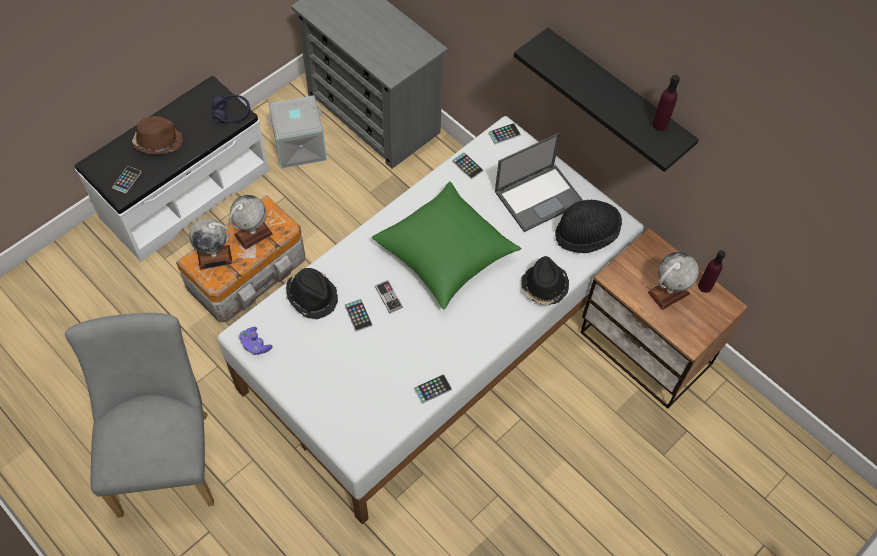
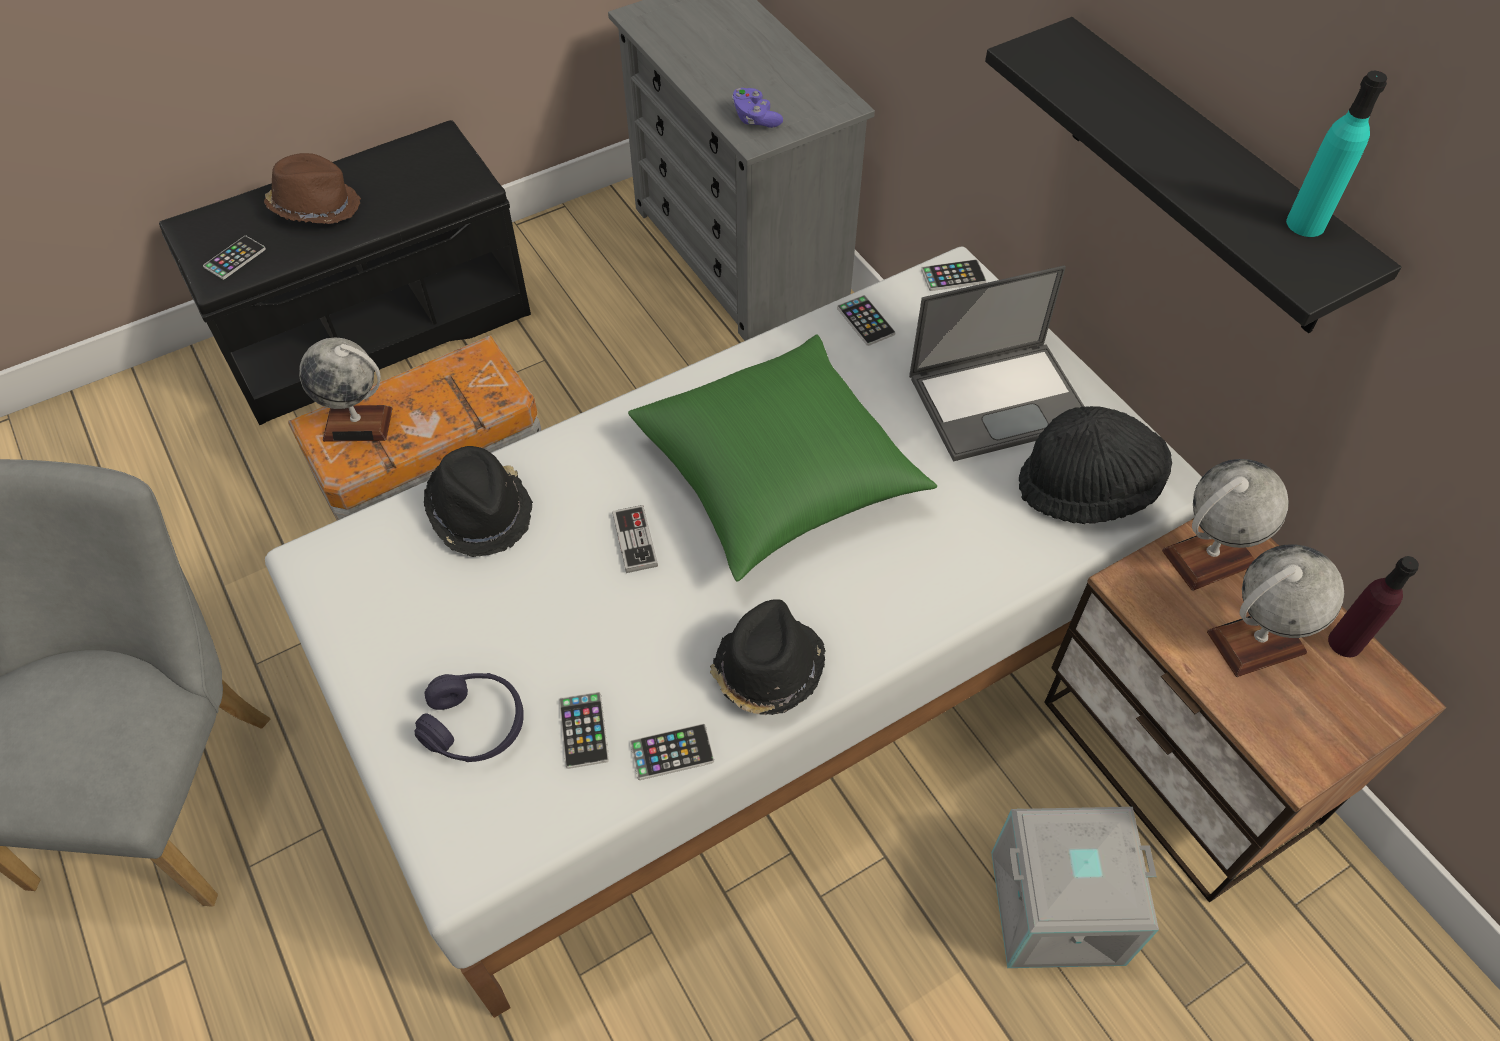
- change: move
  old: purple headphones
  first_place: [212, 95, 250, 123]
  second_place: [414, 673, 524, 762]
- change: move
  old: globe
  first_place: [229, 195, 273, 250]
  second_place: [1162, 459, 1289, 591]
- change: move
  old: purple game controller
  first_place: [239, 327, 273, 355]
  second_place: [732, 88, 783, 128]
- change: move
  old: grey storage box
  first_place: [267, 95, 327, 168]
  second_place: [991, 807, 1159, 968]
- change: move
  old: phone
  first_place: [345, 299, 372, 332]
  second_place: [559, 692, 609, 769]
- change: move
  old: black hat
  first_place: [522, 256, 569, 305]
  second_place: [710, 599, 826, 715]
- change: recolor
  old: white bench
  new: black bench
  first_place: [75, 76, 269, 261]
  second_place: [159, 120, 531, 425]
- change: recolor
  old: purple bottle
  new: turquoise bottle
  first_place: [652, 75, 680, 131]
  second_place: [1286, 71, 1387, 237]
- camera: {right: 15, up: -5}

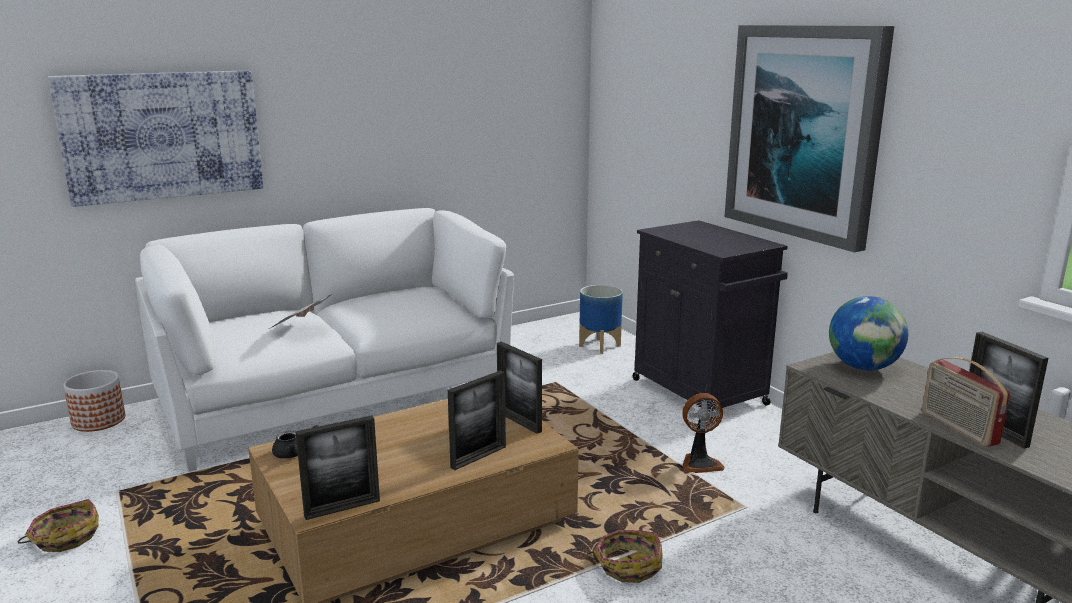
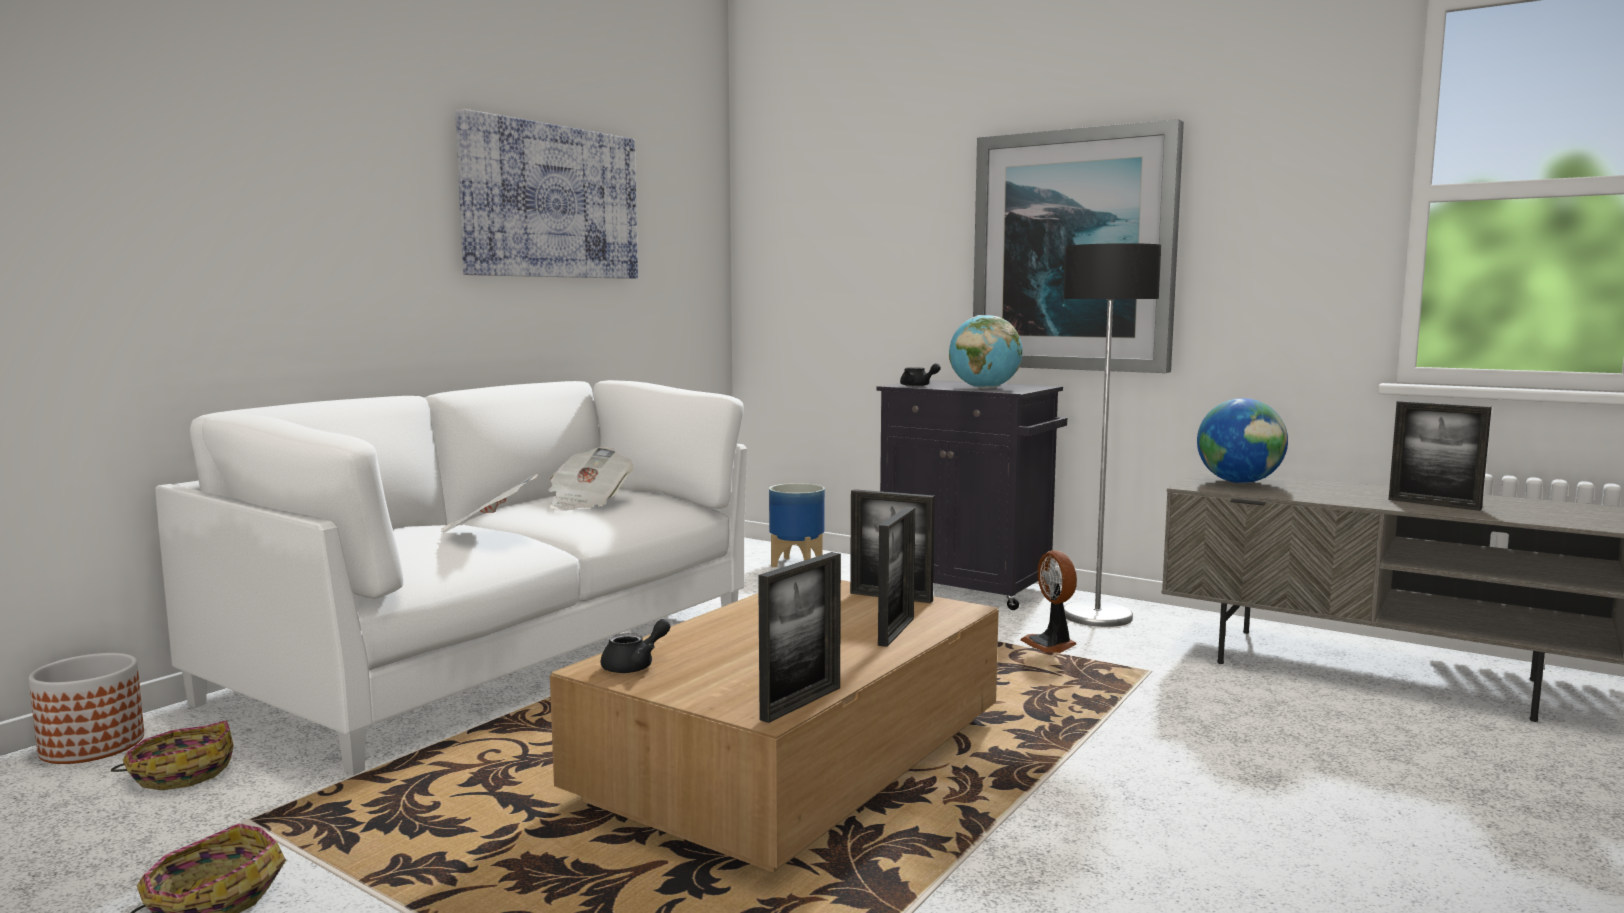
- change: delete
  old: radio
  first_place: [922, 357, 1010, 447]
- change: insert
  new: newspaper
  second_place: [548, 447, 634, 511]
- change: insert
  new: black teapot
  second_place: [900, 363, 941, 386]
- change: insert
  new: globe
  second_place: [949, 315, 1023, 389]
- change: insert
  new: floor lamp
  second_place: [1063, 243, 1161, 627]
- change: move
  old: picture
  first_place: [48, 70, 264, 207]
  second_place: [455, 109, 638, 279]
- change: move
  old: basket
  first_place: [586, 530, 663, 583]
  second_place: [111, 721, 234, 790]
- change: rotate
  old: fan
  first_place: [682, 393, 725, 473]
  second_place: [1020, 550, 1077, 653]
  degrees: 105
- camera: {right: -25, up: -10}

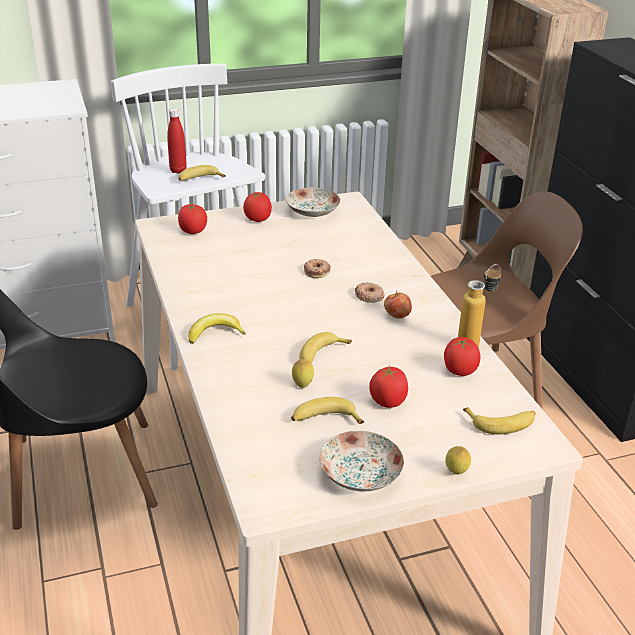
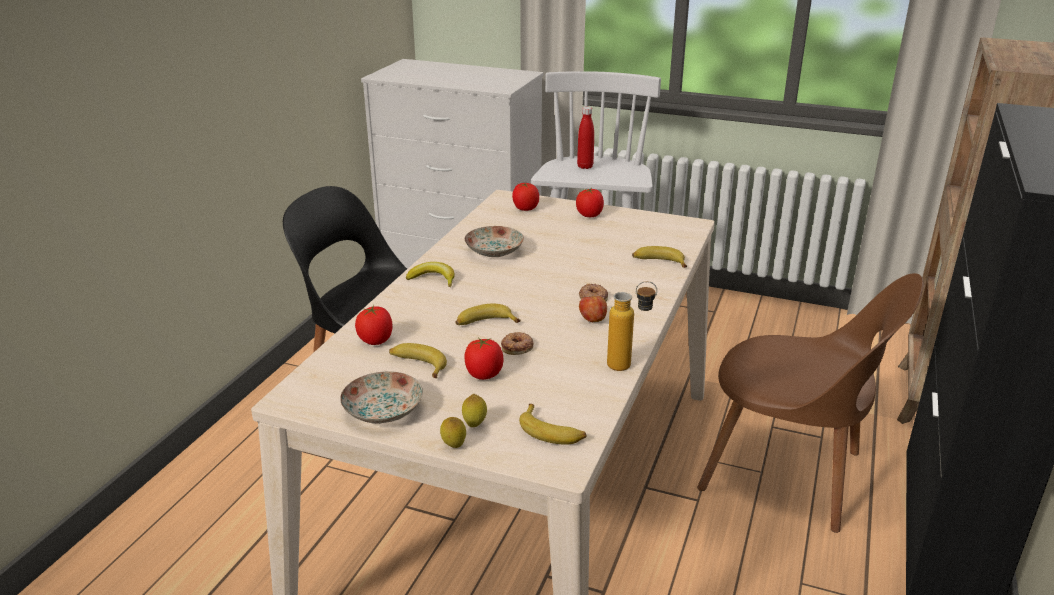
- change: move
  old: banana
  first_place: [178, 165, 226, 181]
  second_place: [632, 246, 687, 268]
- change: move
  old: plate
  first_place: [286, 188, 341, 217]
  second_place: [465, 226, 524, 257]
- change: move
  old: lemon
  first_place: [292, 359, 314, 388]
  second_place: [462, 394, 487, 427]
- change: move
  old: donut
  first_place: [304, 259, 331, 278]
  second_place: [501, 332, 534, 355]
- change: move
  old: tomato
  first_place: [444, 337, 480, 376]
  second_place: [355, 305, 393, 345]
- camera: {right: 40, up: -5}

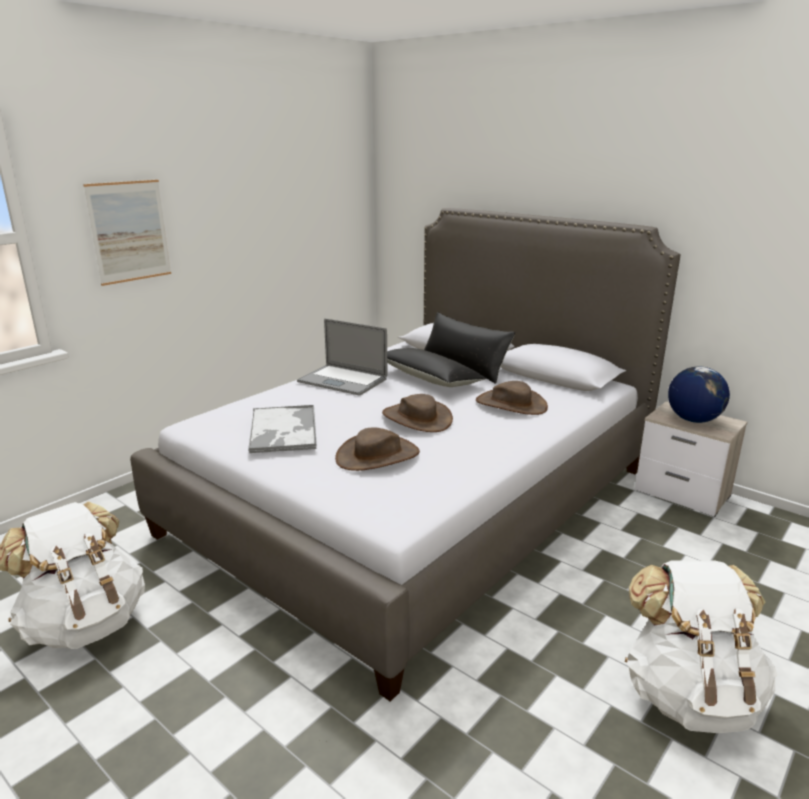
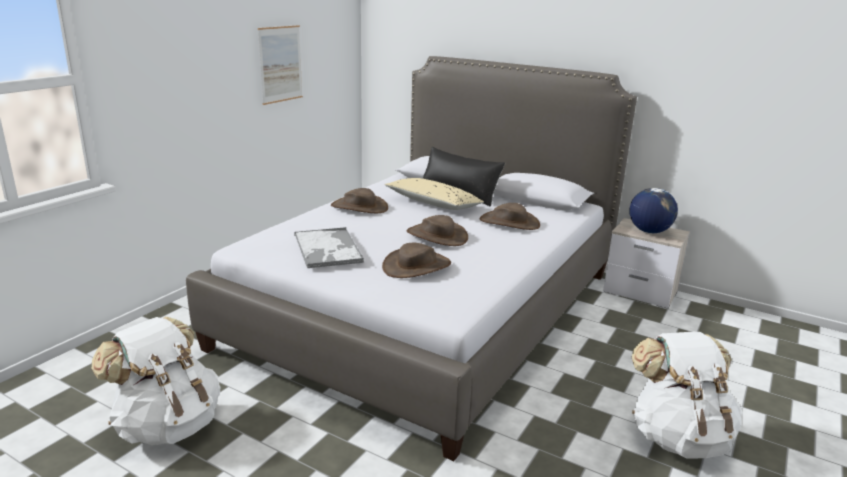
- change: move
  old: picture
  first_place: [83, 180, 171, 286]
  second_place: [258, 25, 303, 105]
- change: replace
  old: laptop
  new: brown hat
  first_place: [297, 318, 388, 396]
  second_place: [331, 188, 388, 213]
- change: recolor
  old: black pillow
  new: beige pillow
  first_place: [387, 348, 487, 387]
  second_place: [385, 178, 484, 210]
- camera: {right: -10, up: 0}

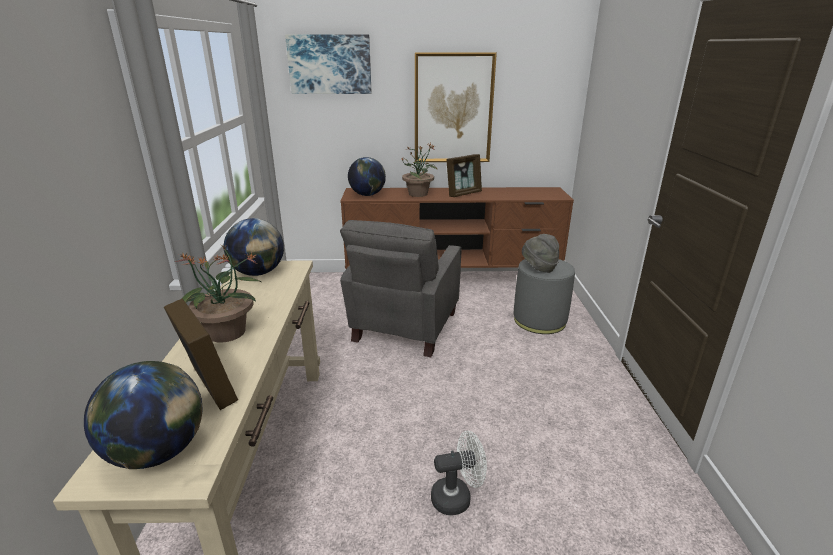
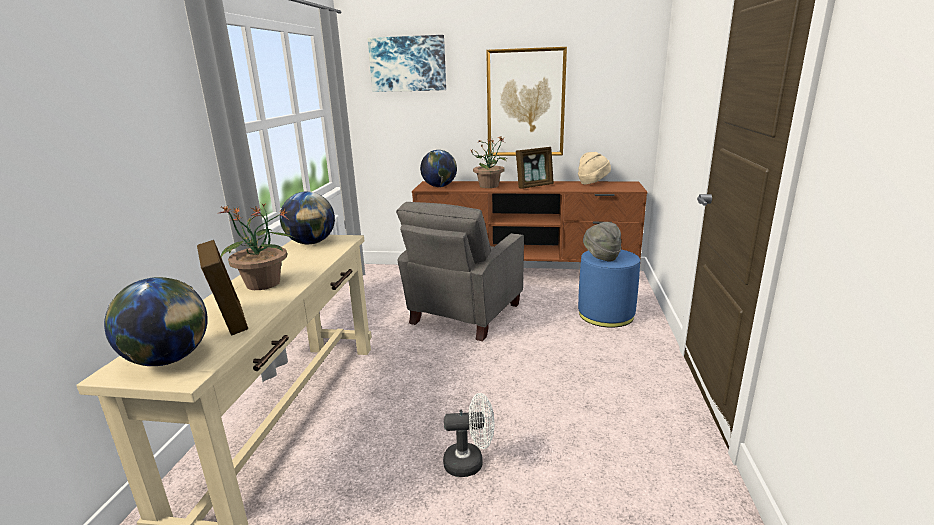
- change: insert
  new: beige hat
  second_place: [578, 152, 611, 184]
- change: recolor
  old: grey ottoman
  new: blue ottoman
  first_place: [514, 259, 575, 334]
  second_place: [578, 250, 640, 328]
- camera: {right: 10, up: -5}

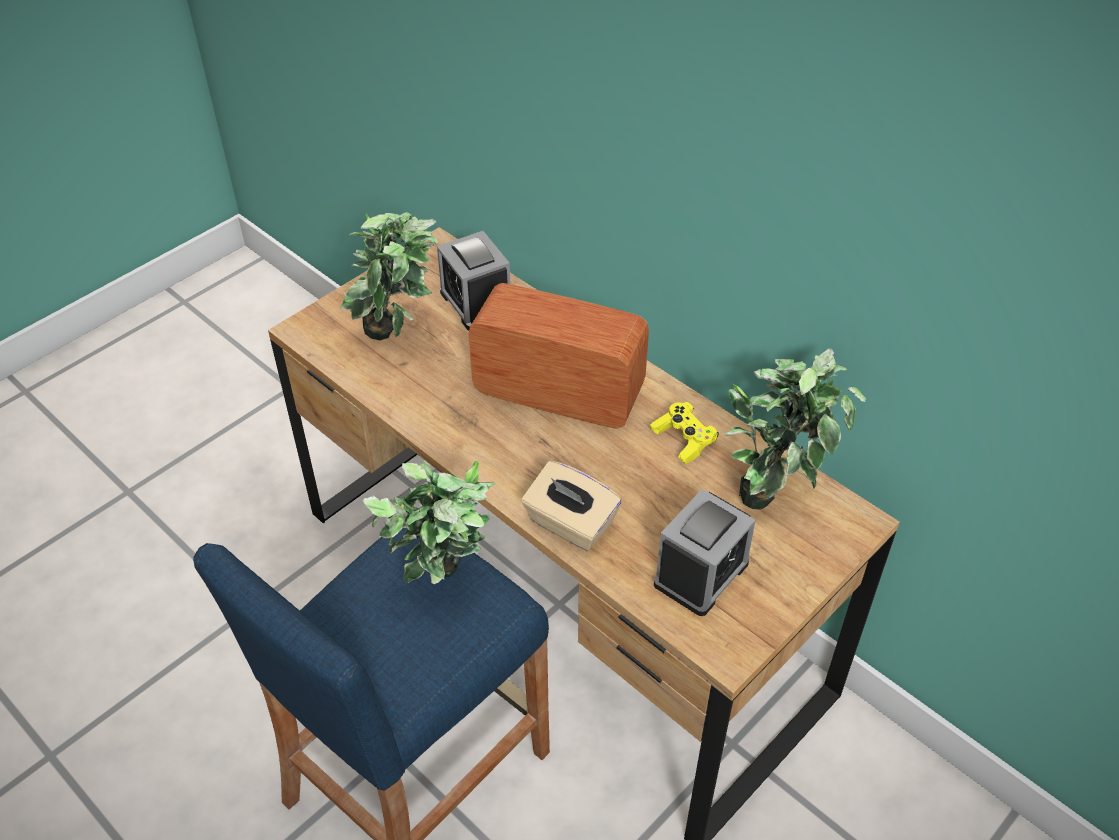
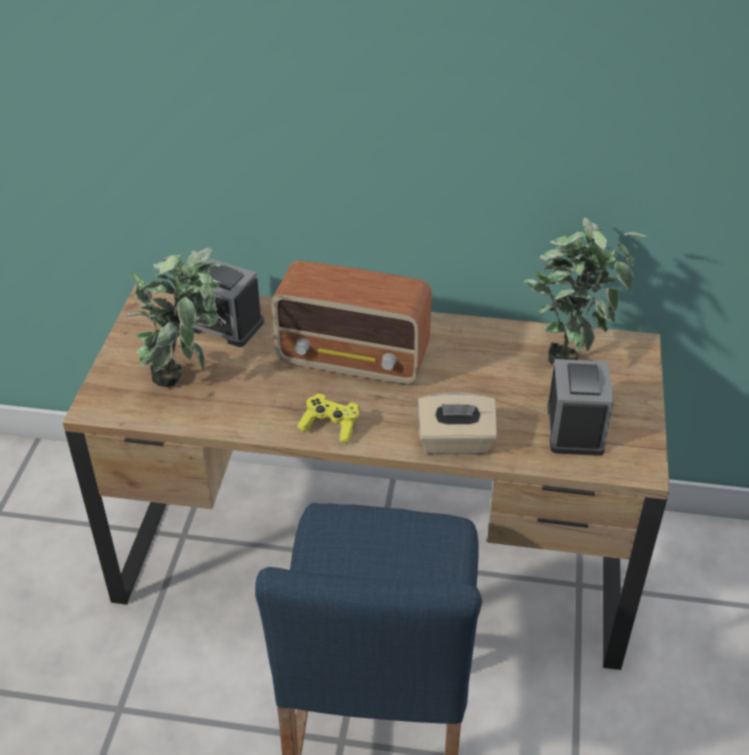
- change: delete
  old: potted plant
  first_place: [362, 460, 495, 584]
- change: move
  old: yellow game controller
  first_place: [650, 402, 719, 464]
  second_place: [297, 393, 359, 444]
- change: rotate
  old: radio
  first_place: [469, 283, 649, 428]
  second_place: [271, 260, 432, 385]
  degrees: -150
- camera: {right: -35, up: -5}

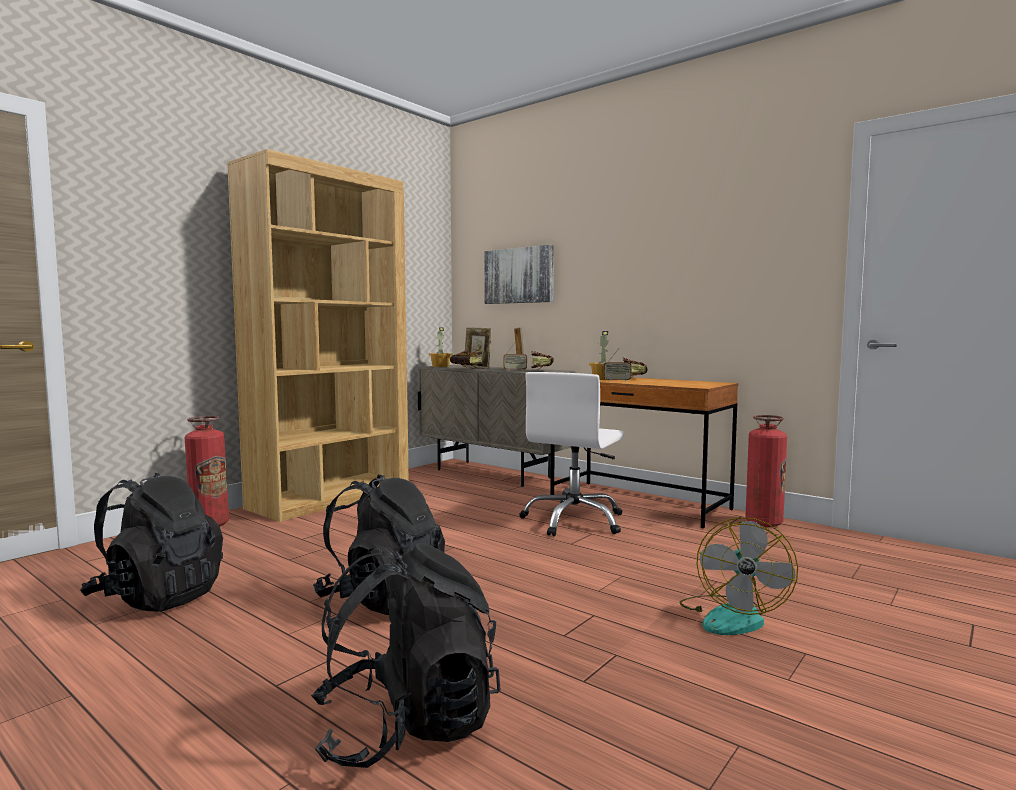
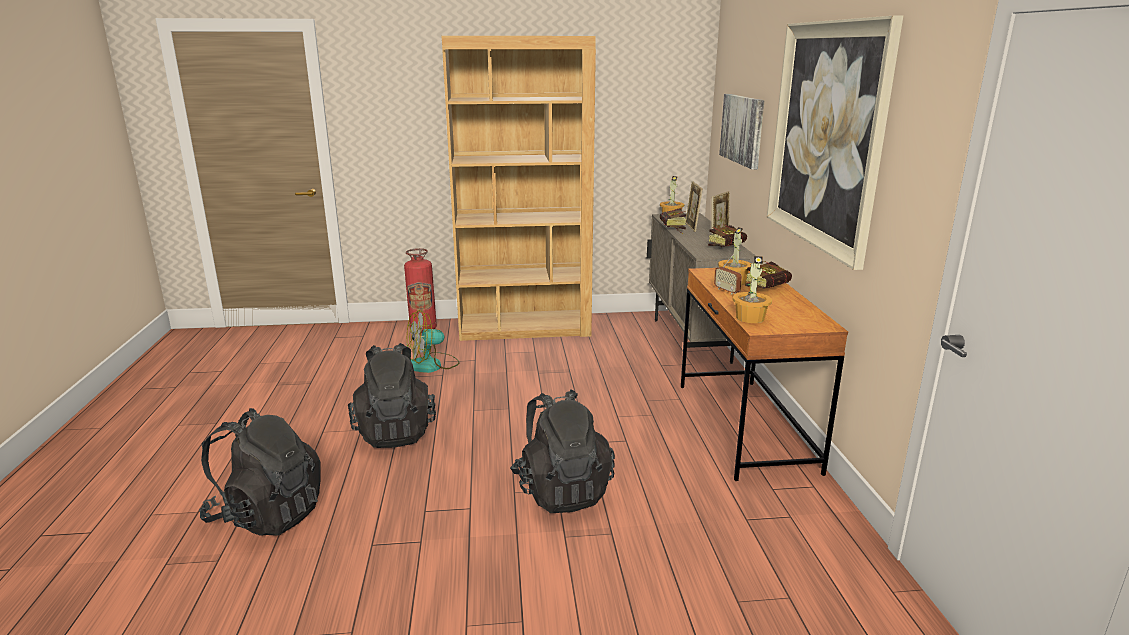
- change: delete
  old: radio
  first_place: [503, 342, 527, 371]
- change: delete
  old: white office chair
  first_place: [519, 372, 624, 536]
- change: delete
  old: fire extinguisher
  first_place: [745, 415, 787, 527]
- change: insert
  new: potted plant
  second_place: [732, 256, 772, 323]
- change: insert
  new: picture
  second_place: [767, 16, 903, 270]
- change: move
  old: black backpack
  first_place: [80, 473, 223, 612]
  second_place: [510, 389, 615, 513]
- change: move
  old: fan
  first_place: [679, 517, 798, 635]
  second_place: [407, 310, 460, 373]
- camera: {right: 45, up: 15}

